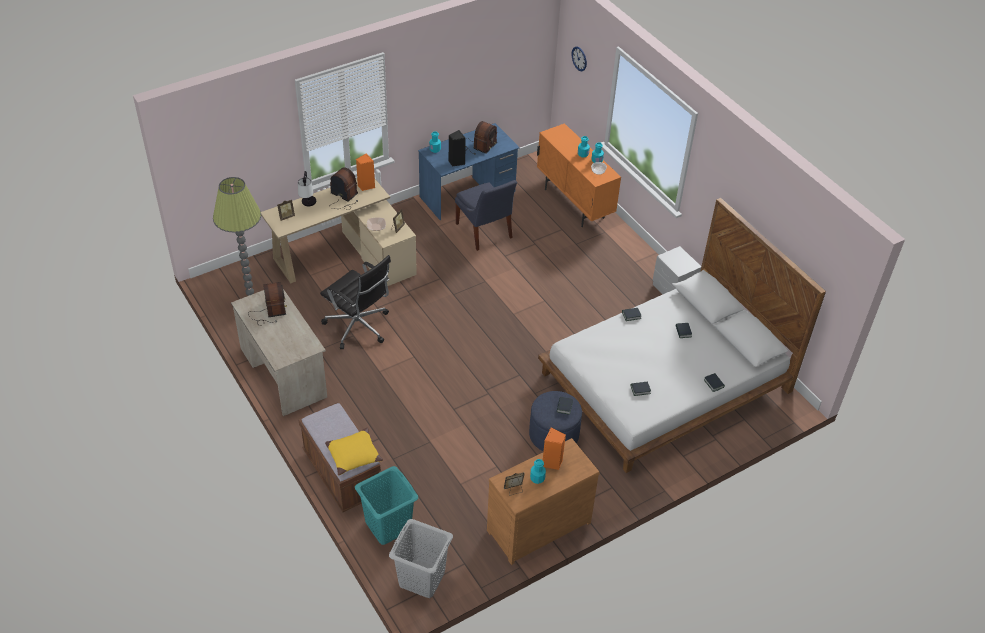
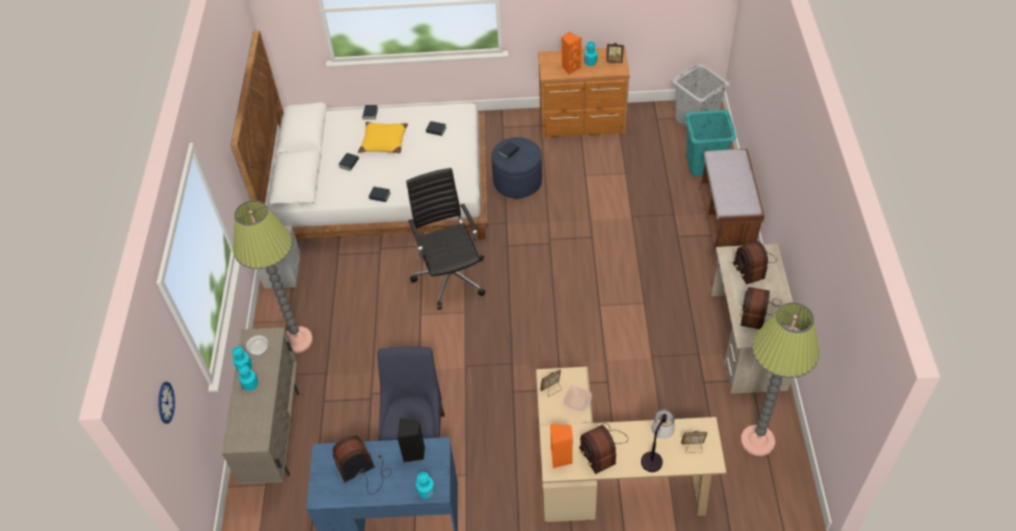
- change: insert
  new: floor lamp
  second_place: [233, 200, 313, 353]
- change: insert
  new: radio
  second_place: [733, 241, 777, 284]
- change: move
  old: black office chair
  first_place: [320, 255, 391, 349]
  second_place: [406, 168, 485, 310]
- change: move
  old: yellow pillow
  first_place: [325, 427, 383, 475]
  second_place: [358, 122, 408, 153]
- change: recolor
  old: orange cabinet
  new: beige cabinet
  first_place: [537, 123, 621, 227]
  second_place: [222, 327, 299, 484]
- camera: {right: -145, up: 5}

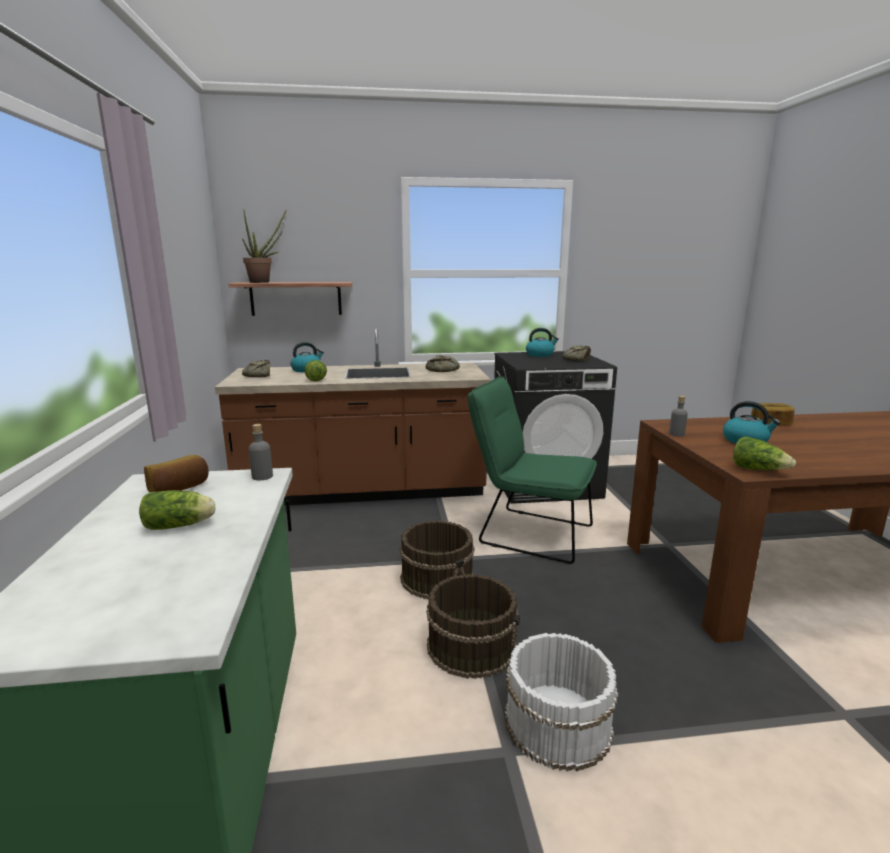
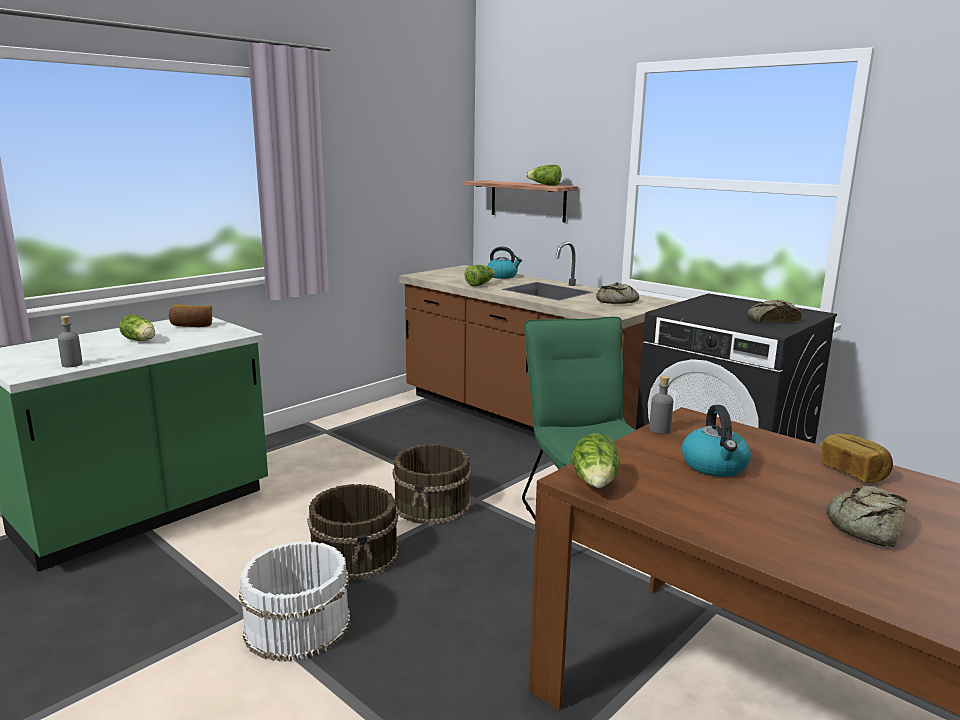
- change: delete
  old: potted plant
  first_place: [242, 209, 287, 283]
- change: delete
  old: kettle
  first_place: [526, 328, 559, 357]
- change: insert
  new: lettuce
  second_place: [526, 165, 561, 186]
- change: move
  old: bread
  first_place: [242, 360, 270, 377]
  second_place: [826, 485, 908, 547]
- change: move
  old: grey bottle
  first_place: [249, 424, 273, 480]
  second_place: [58, 316, 83, 367]
- camera: {right: 50, up: 0}

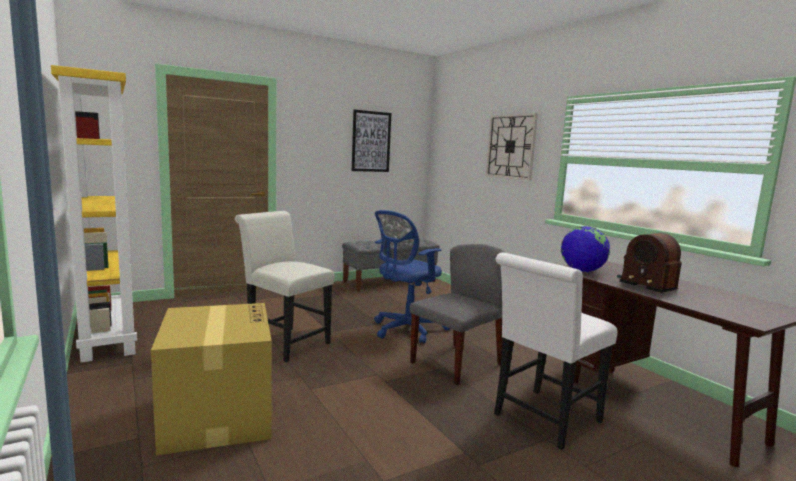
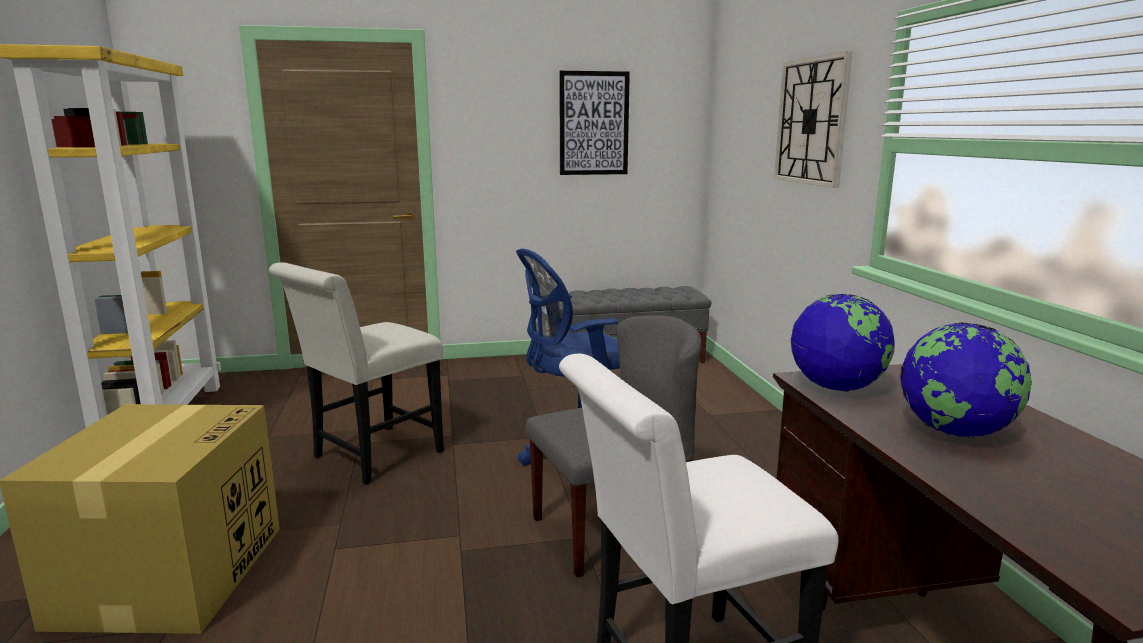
- change: replace
  old: radio
  new: globe
  first_place: [617, 233, 682, 293]
  second_place: [900, 322, 1032, 438]
- change: rotate
  old: white chair
  first_place: [235, 211, 334, 362]
  second_place: [269, 262, 444, 485]
  degrees: -105
- camera: {right: 20, up: 5}

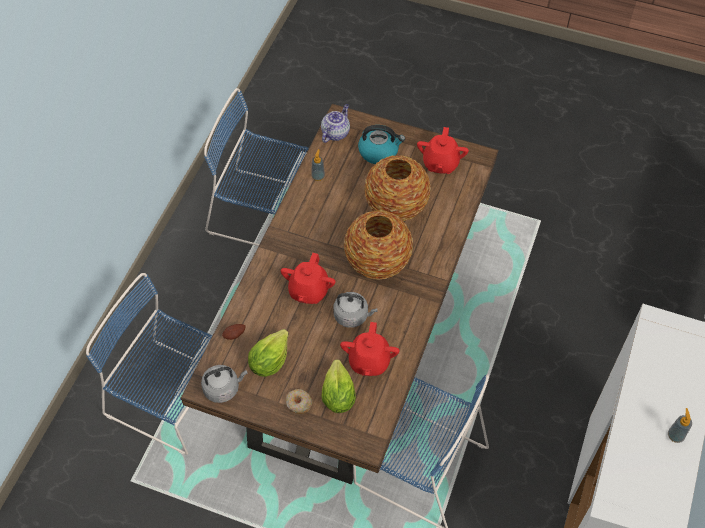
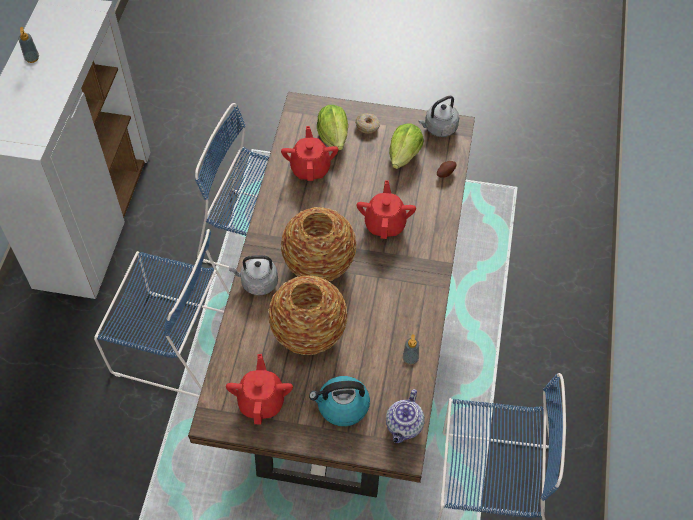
- change: move
  old: blue chair
  first_place: [86, 273, 212, 455]
  second_place: [94, 229, 230, 398]
- change: move
  old: grey kettle
  first_place: [333, 292, 378, 328]
  second_place: [229, 255, 278, 296]
- camera: {right: 170, up: 0}

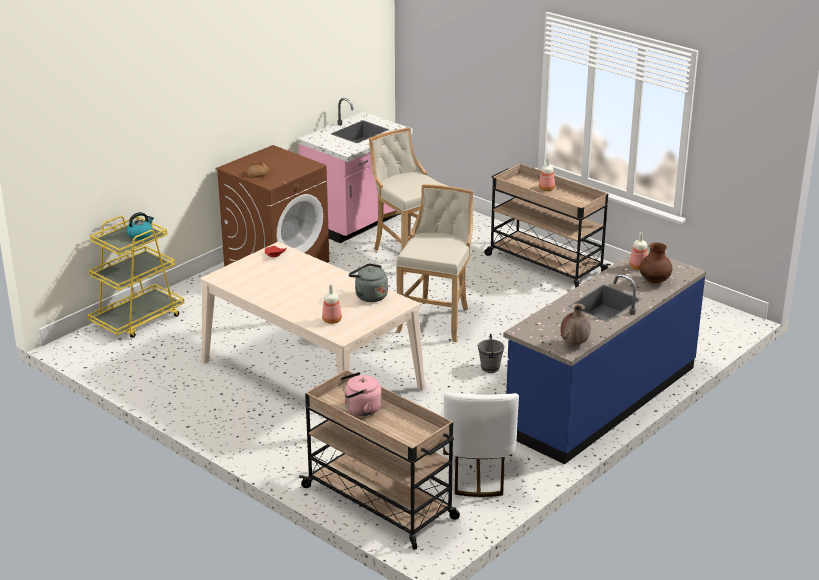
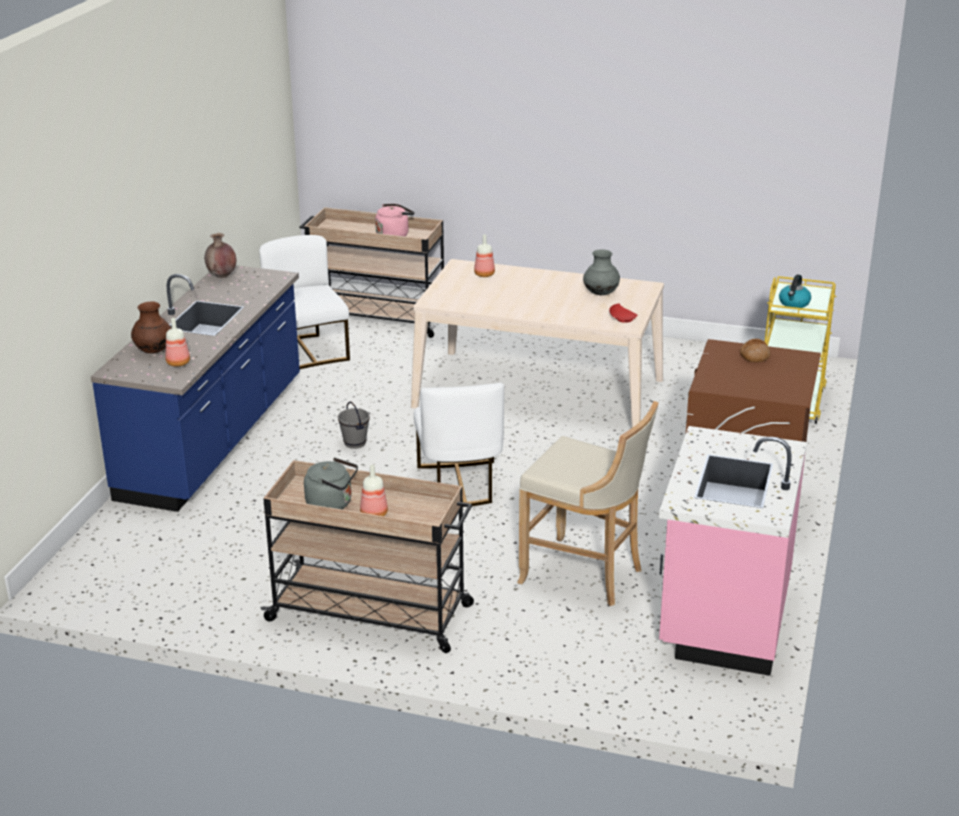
- change: insert
  new: grey vase
  second_place: [583, 249, 620, 295]
- change: move
  old: grey kettle
  first_place: [349, 264, 388, 302]
  second_place: [304, 458, 358, 509]
- change: replace
  old: beige stool
  new: white chair
  first_place: [396, 184, 474, 342]
  second_place: [414, 383, 504, 507]
- camera: {right: 155, up: 0}

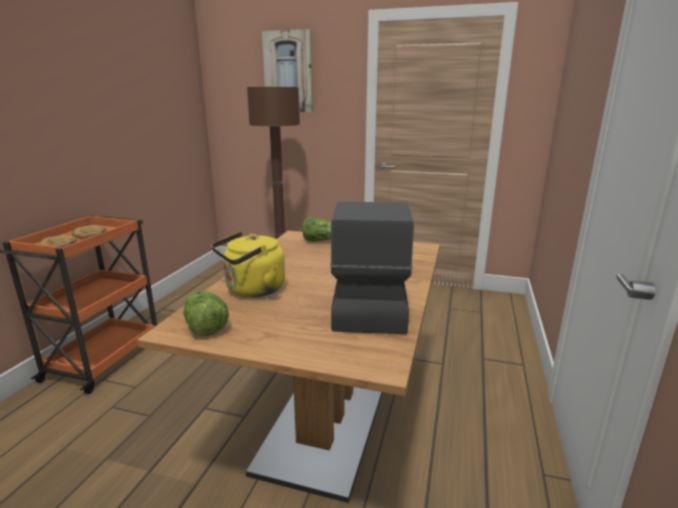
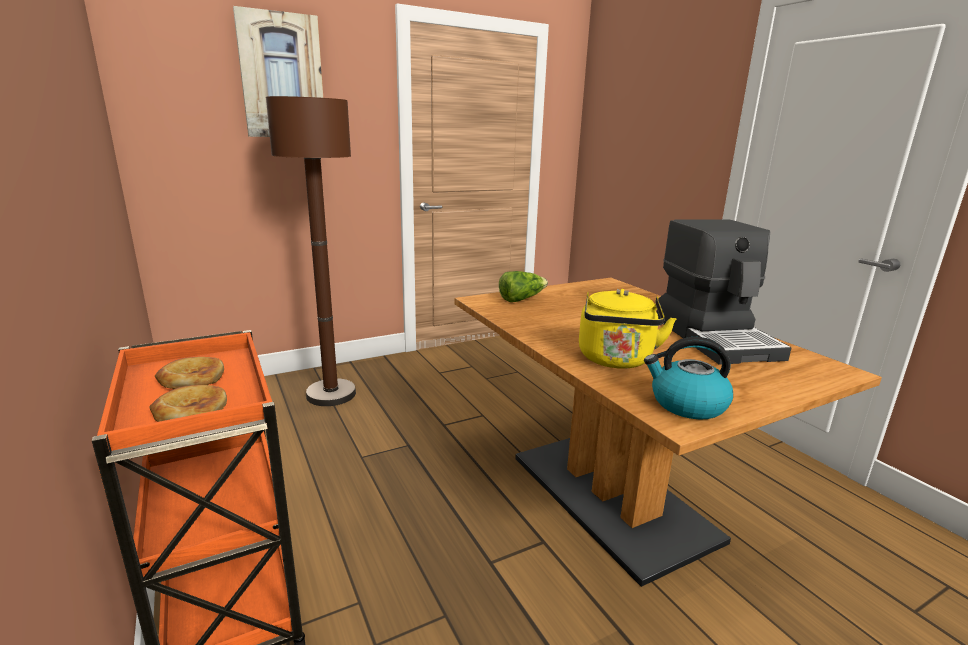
- change: replace
  old: lettuce
  new: kettle
  first_place: [183, 291, 229, 336]
  second_place: [644, 337, 733, 420]
- change: rotate
  old: coffee machine
  first_place: [330, 202, 414, 334]
  second_place: [657, 220, 791, 365]
  degrees: -150
- camera: {right: -45, up: 0}

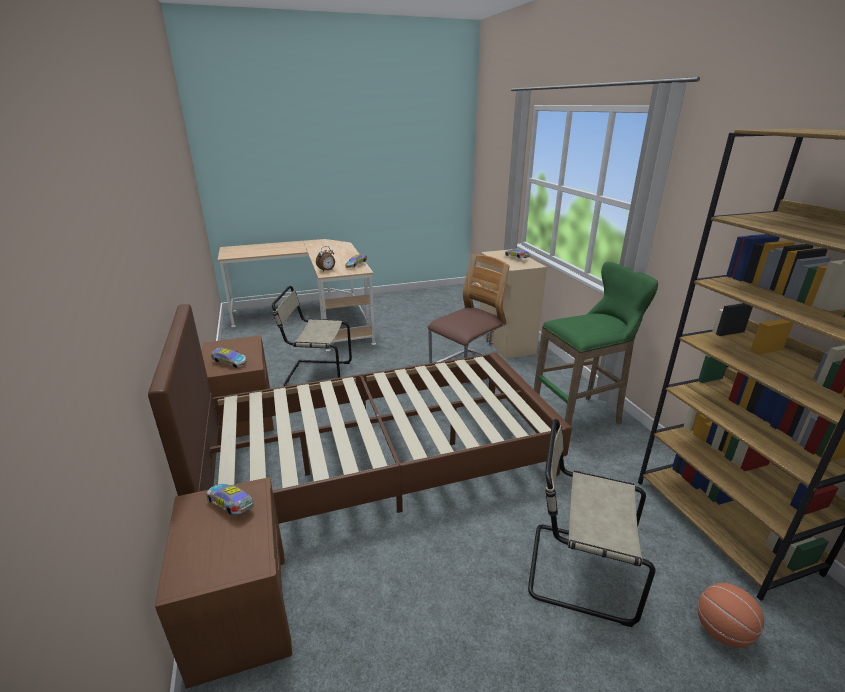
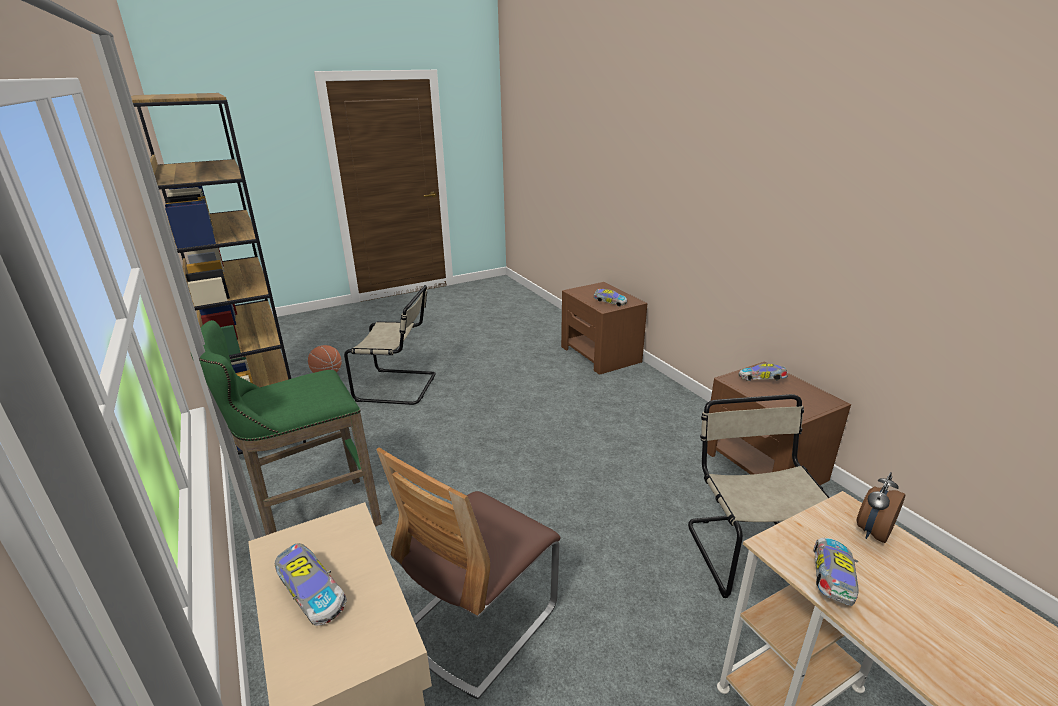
- change: delete
  old: brown bed
  first_place: [148, 304, 572, 524]
- change: rotate
  old: beige chair
  first_place: [272, 286, 352, 386]
  second_place: [688, 394, 830, 598]
  degrees: -90
- camera: {right: 170, up: 0}

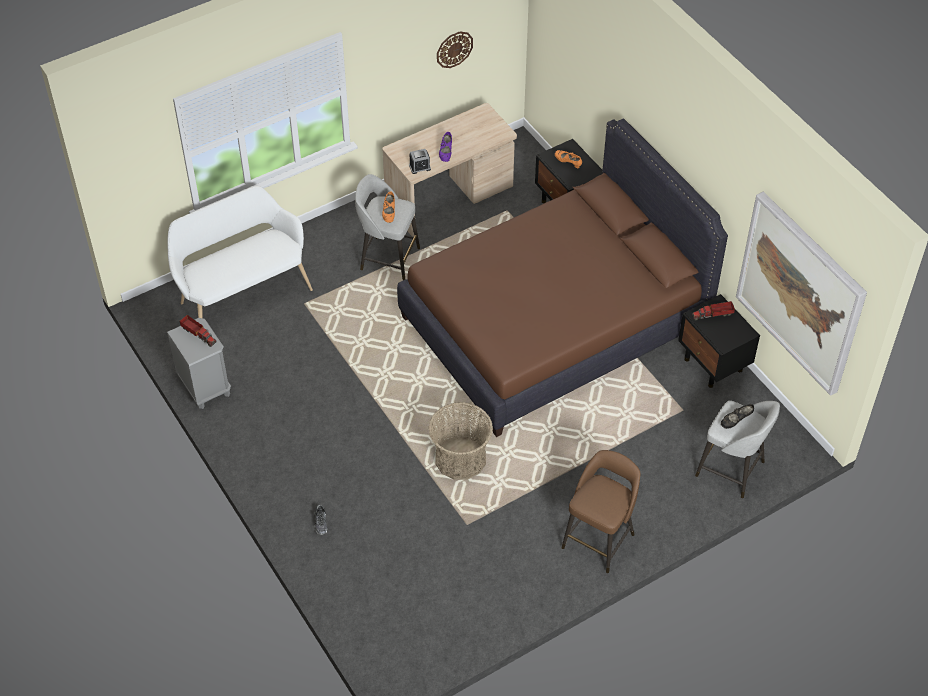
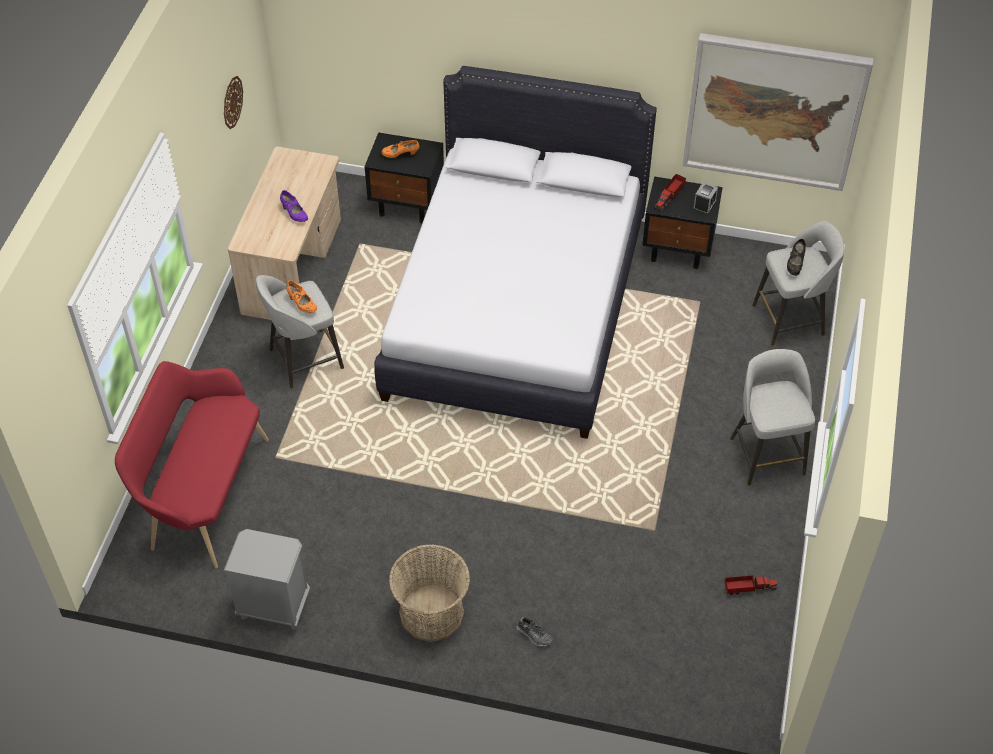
- change: move
  old: toy truck
  first_place: [180, 315, 217, 347]
  second_place: [725, 576, 777, 595]
- change: move
  old: alarm clock
  first_place: [409, 149, 431, 174]
  second_place: [693, 182, 718, 215]
- change: move
  old: basket
  first_place: [429, 402, 493, 480]
  second_place: [389, 544, 470, 642]
- change: recolor
  old: white bench
  new: red bench
  first_place: [167, 186, 313, 318]
  second_place: [115, 361, 269, 568]
- change: recolor
  old: brown bed
  new: white bed
  first_place: [397, 119, 728, 437]
  second_place: [374, 66, 657, 439]
- change: recolor
  old: brown stool
  new: grey stool
  first_place: [562, 450, 640, 573]
  second_place: [730, 349, 815, 486]
- camera: {right: -45, up: 0}

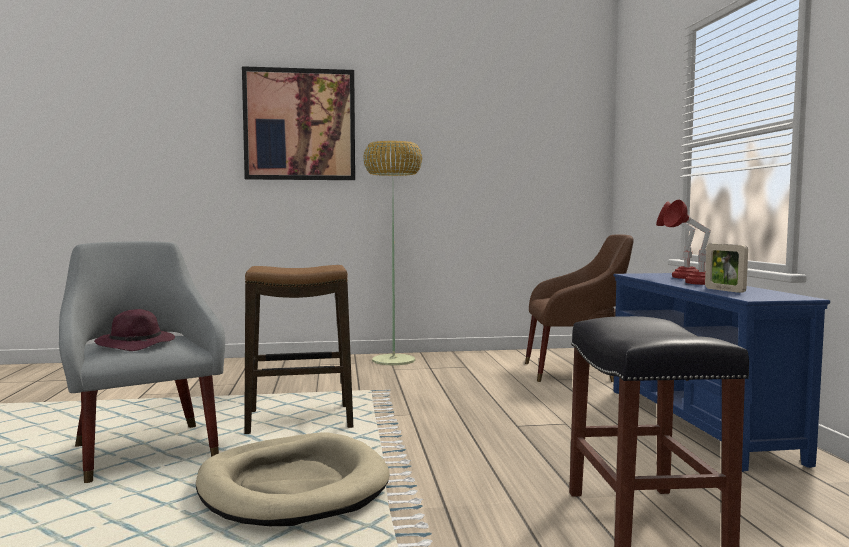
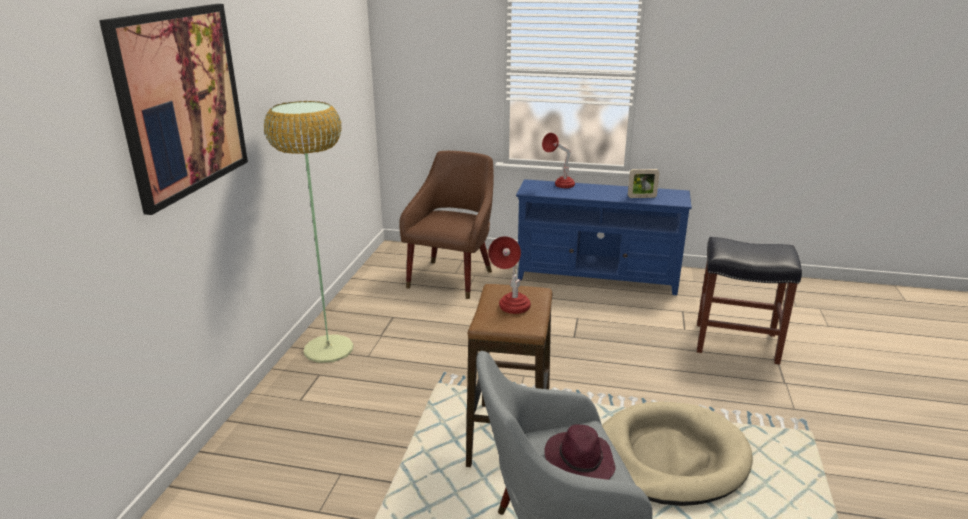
- change: move
  old: red table lamp
  first_place: [664, 200, 711, 285]
  second_place: [488, 236, 531, 314]
- camera: {right: -70, up: 20}

